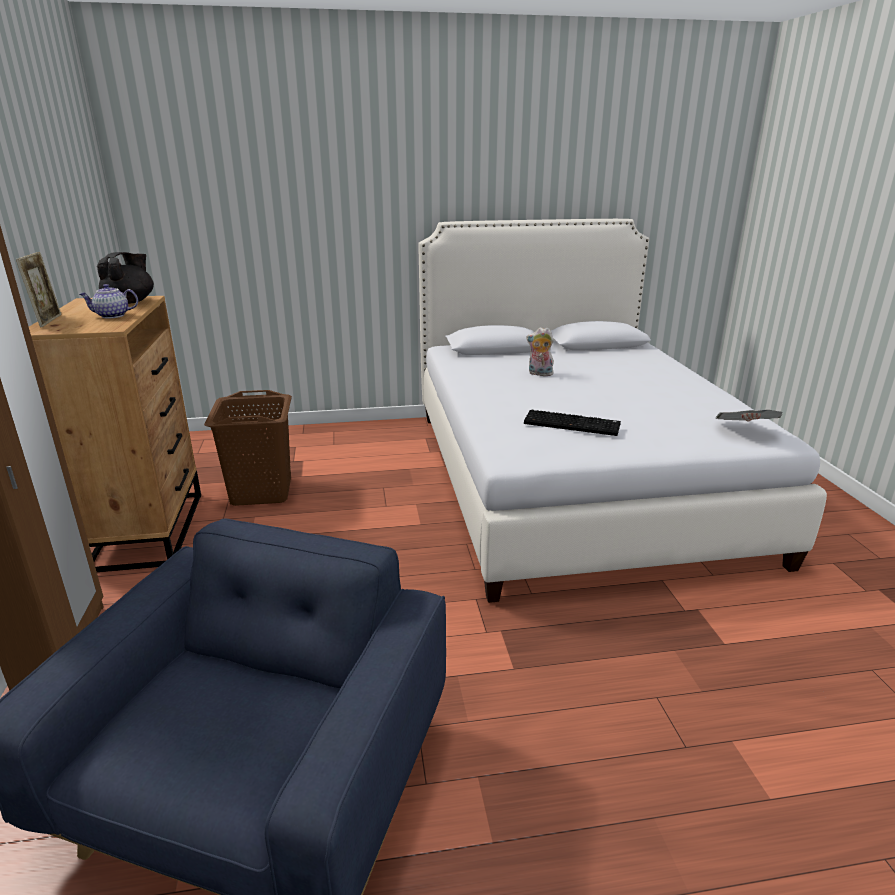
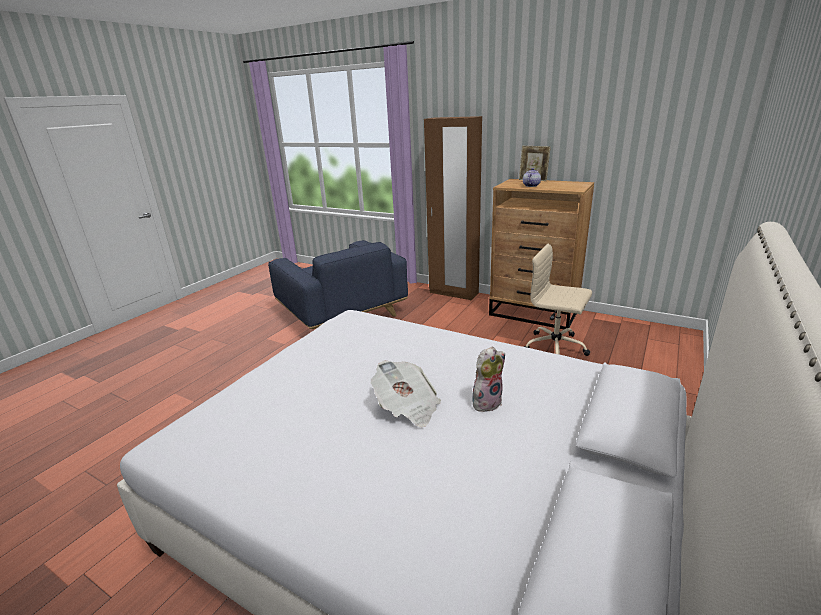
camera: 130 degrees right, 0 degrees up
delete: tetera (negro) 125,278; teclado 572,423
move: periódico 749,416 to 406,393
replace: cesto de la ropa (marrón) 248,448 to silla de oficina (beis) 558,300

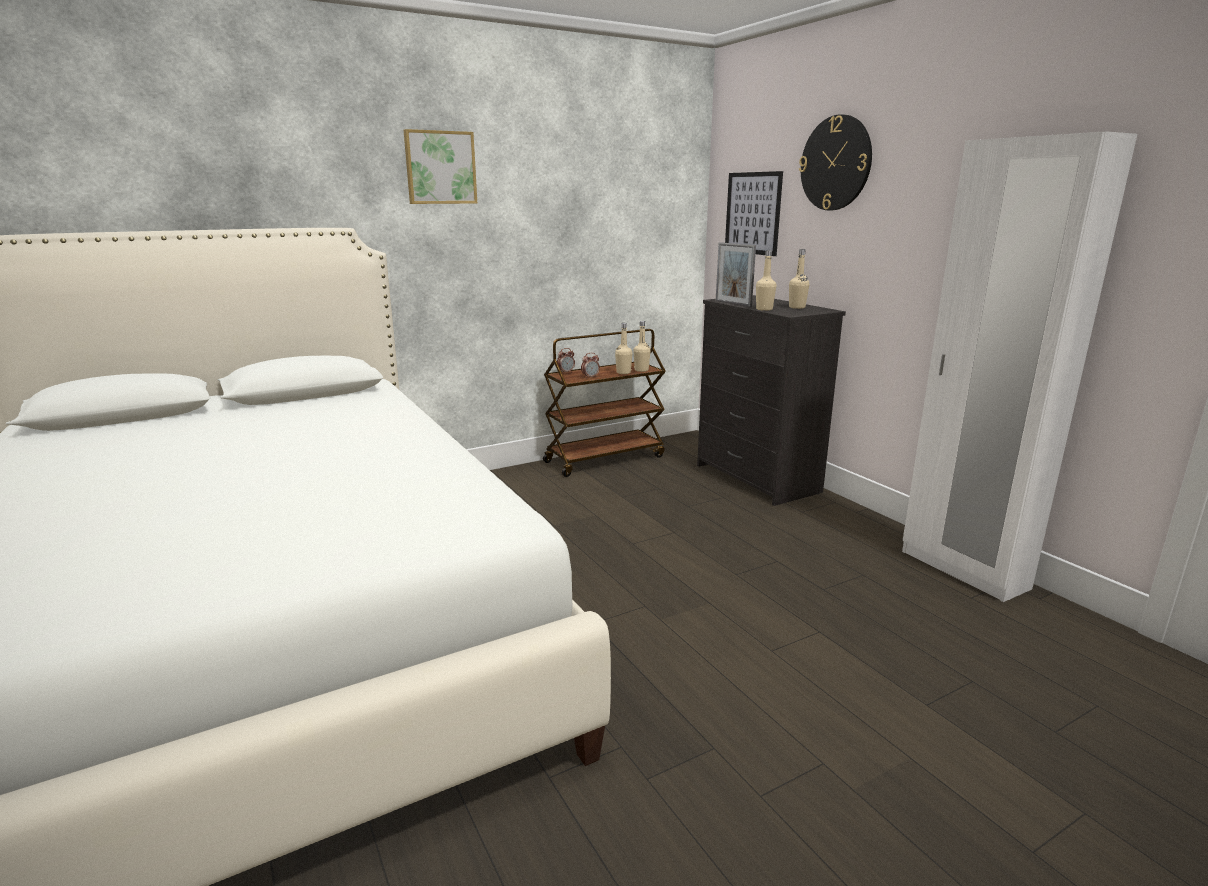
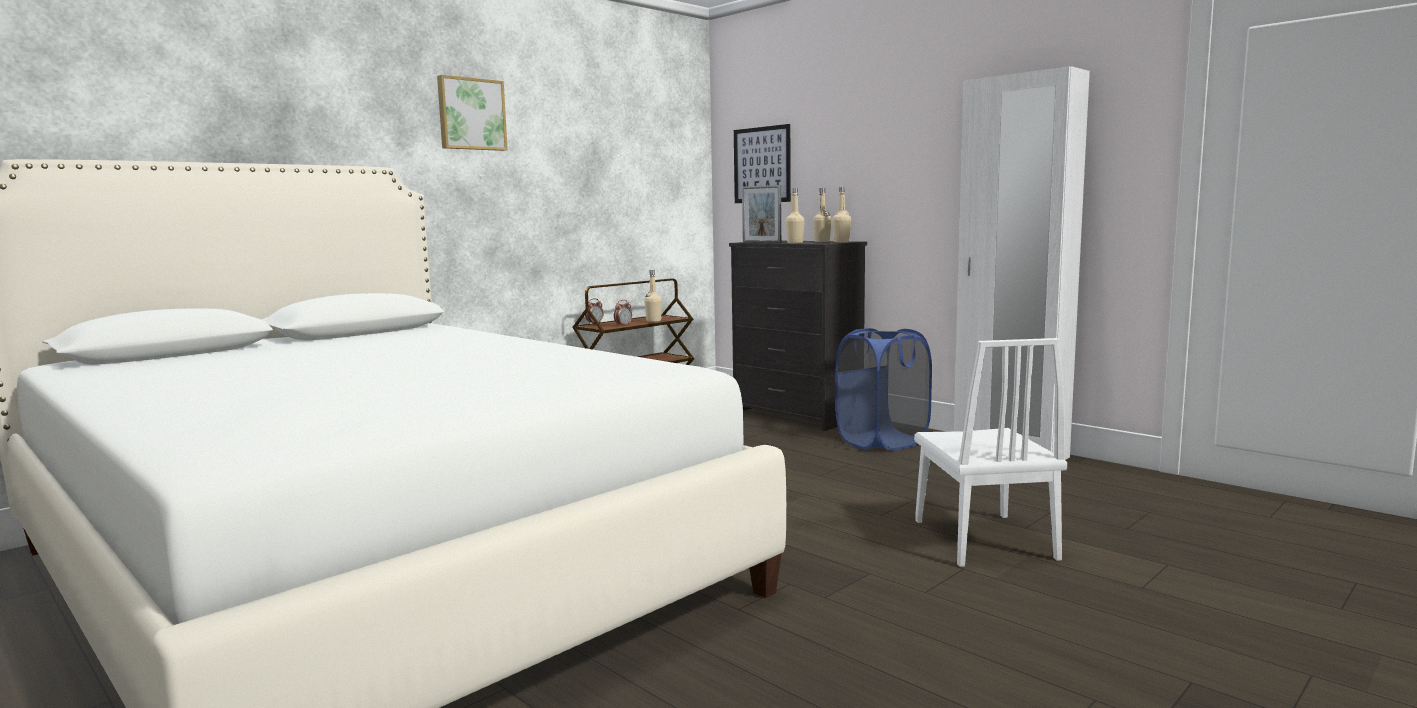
camera: 15 degrees left, 10 degrees down
delete: reloj de pared 835,162
insert: cesto de la ropa (azul) 883,389; silla (blanco) 990,452
move: botella (beis) 642,346 to 841,214

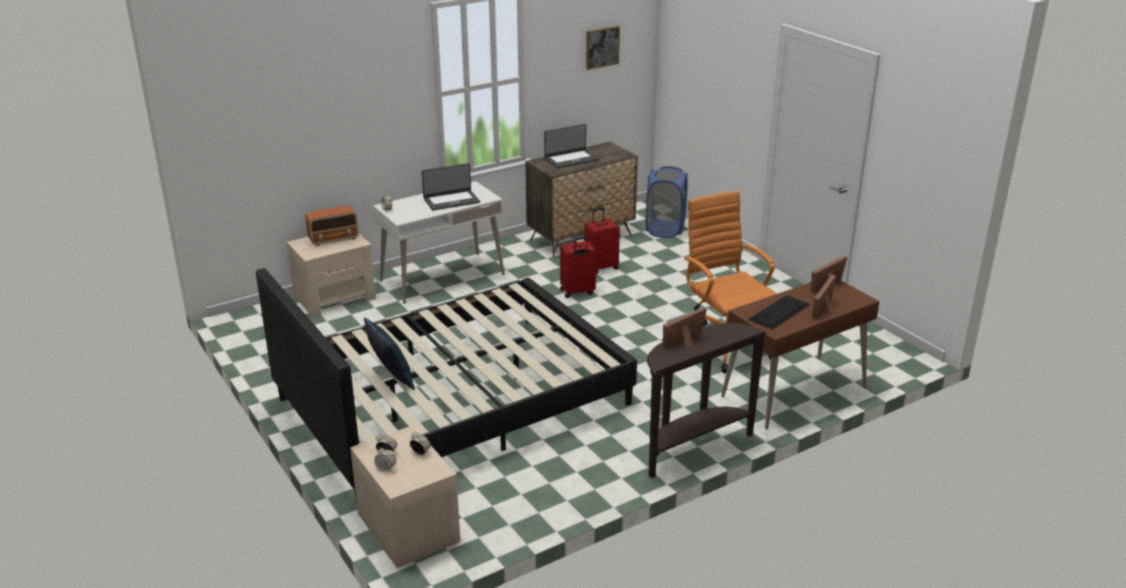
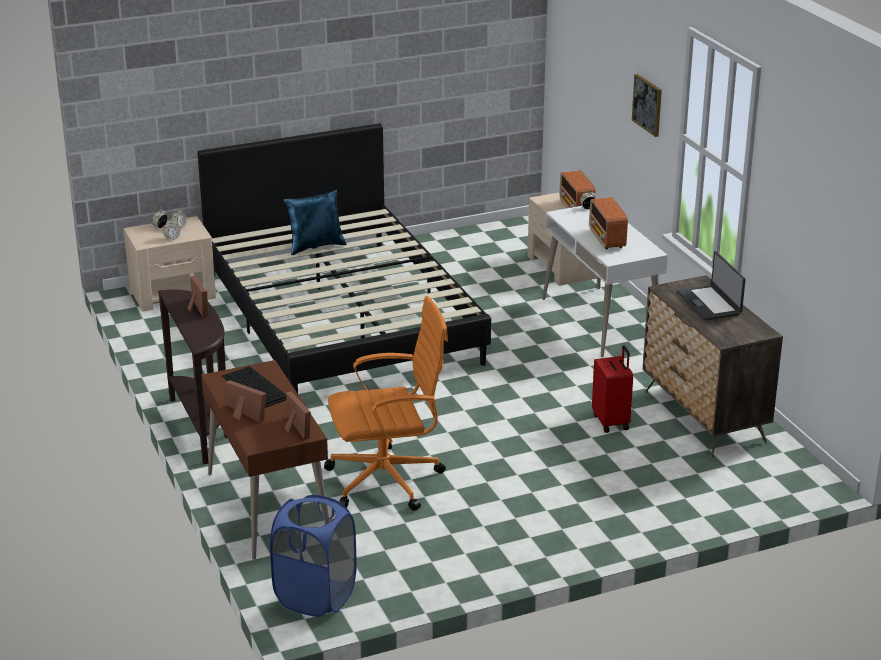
camera: 100 degrees right, 0 degrees up
delete: maleta (rojo) 578,267
move: cesto de la ropa (azul) 667,202 to 313,556; cuadro 603,48 to 647,105
replace: portátil 451,187 to radio 608,223

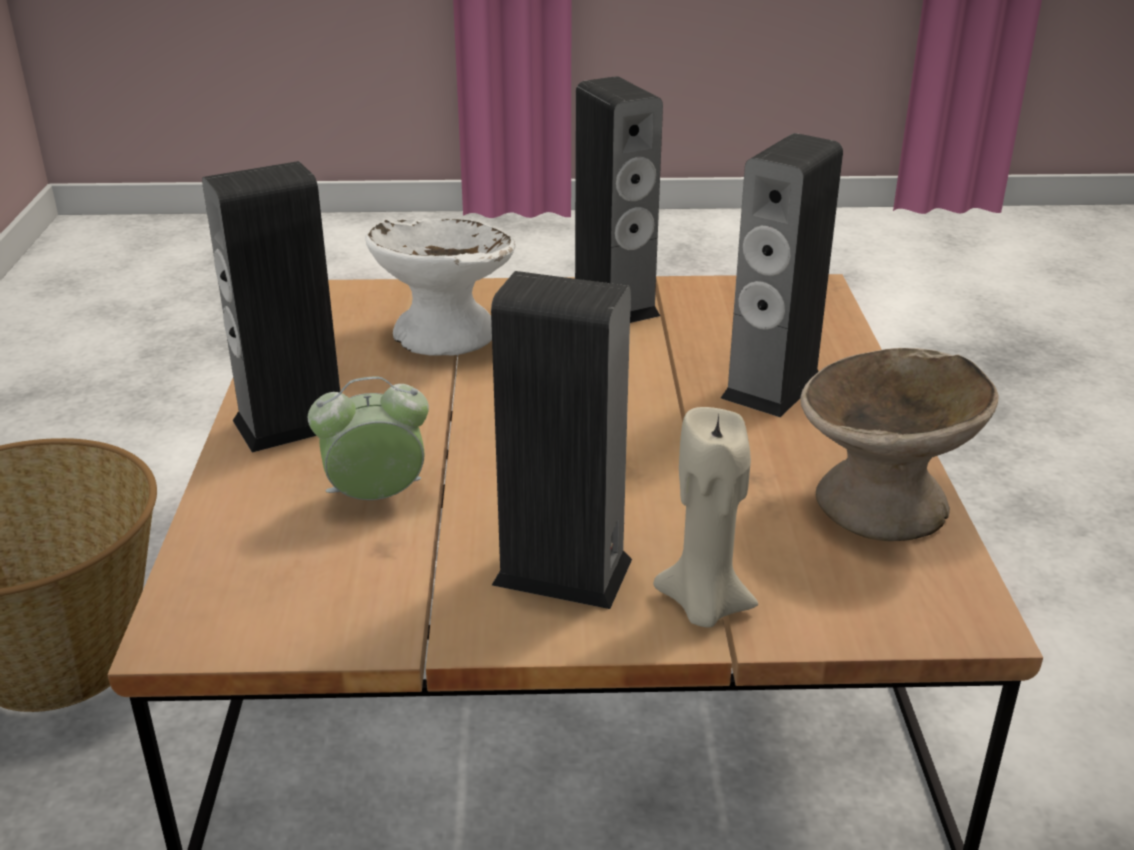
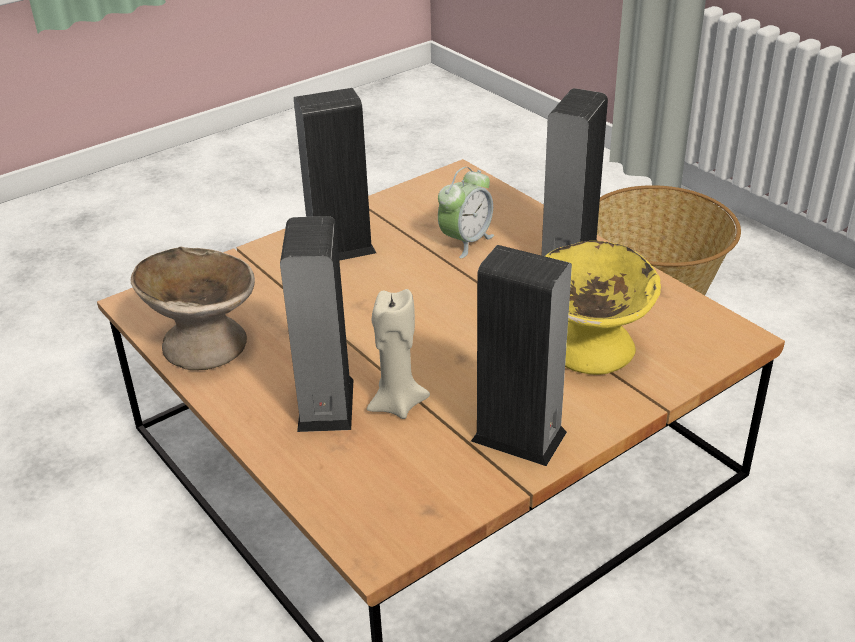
camera: 145 degrees right, 5 degrees up
move: vela (beis) 705,517 to 398,354
recolor: cuenco (blanco) 440,287 to cuenco (amarillo) 603,308

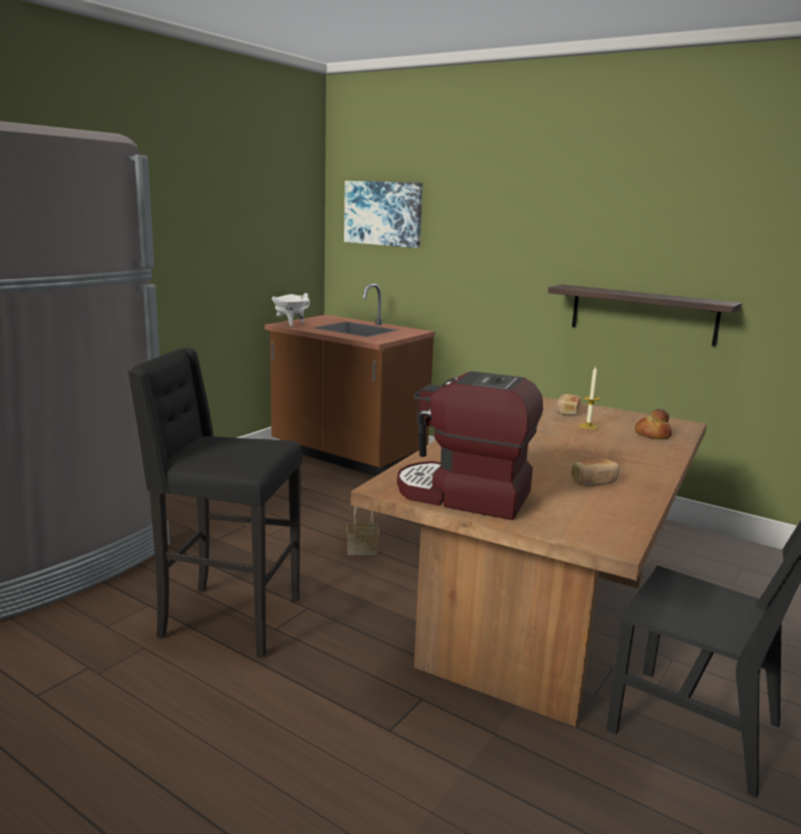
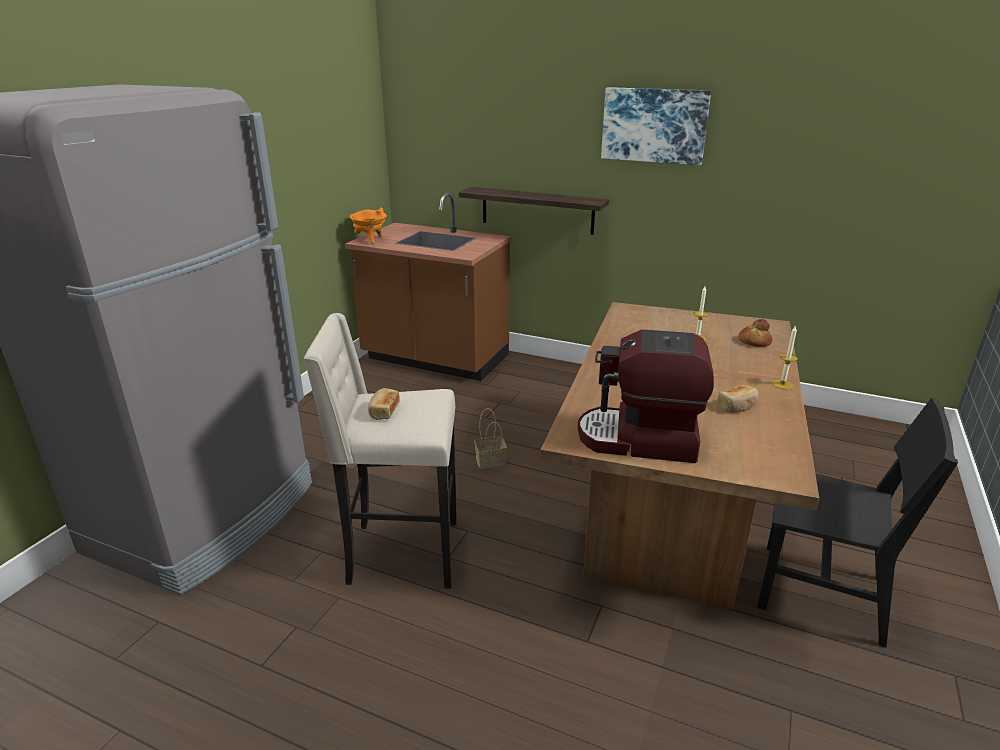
camera: 10 degrees left, 10 degrees up
insert: vela 785,357
move: pan 569,404 to 384,404; estante 645,315 to 534,211; cuadro 383,214 to 656,126
recolor: taburete (negro) 215,502 to taburete (beis) 380,451; olla (blanco) 291,310 to olla (naranja) 368,226

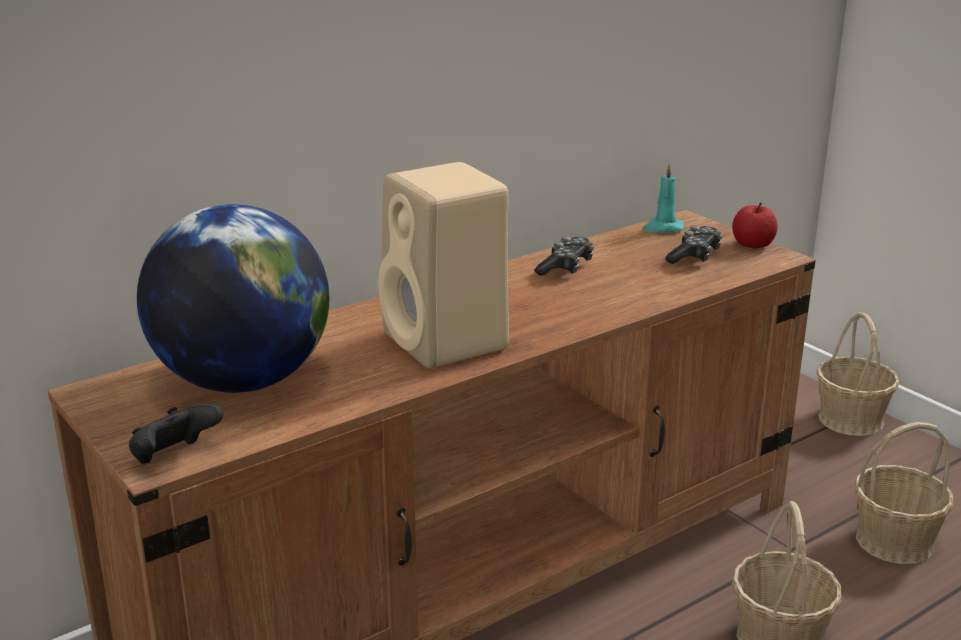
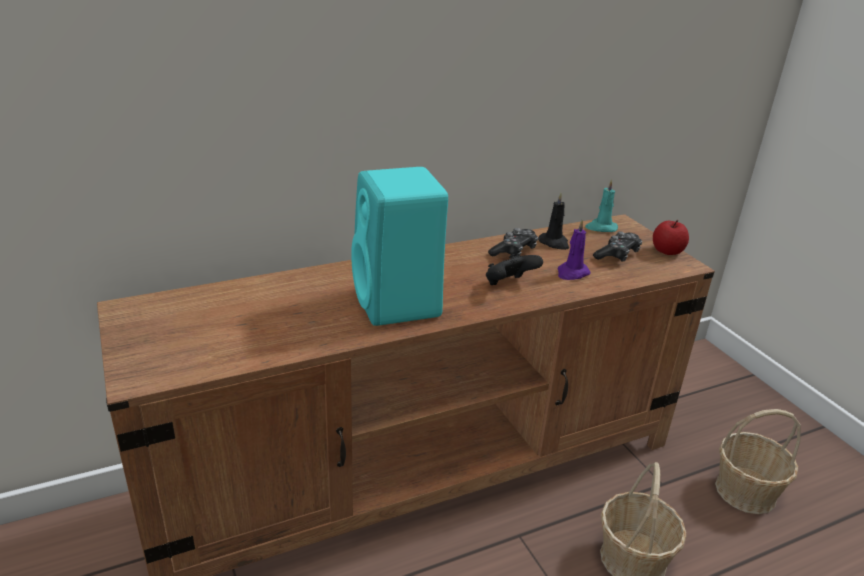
camera: 10 degrees right, 5 degrees up
delete: globo terráqueo 233,298; cesta 857,374
insert: vela (negro) 553,221; vela (morado) 574,250
move: mando de consola (negro) 176,434 to 514,269
recolor: altavoz (beis) 443,265 to altavoz (turquesa) 399,246

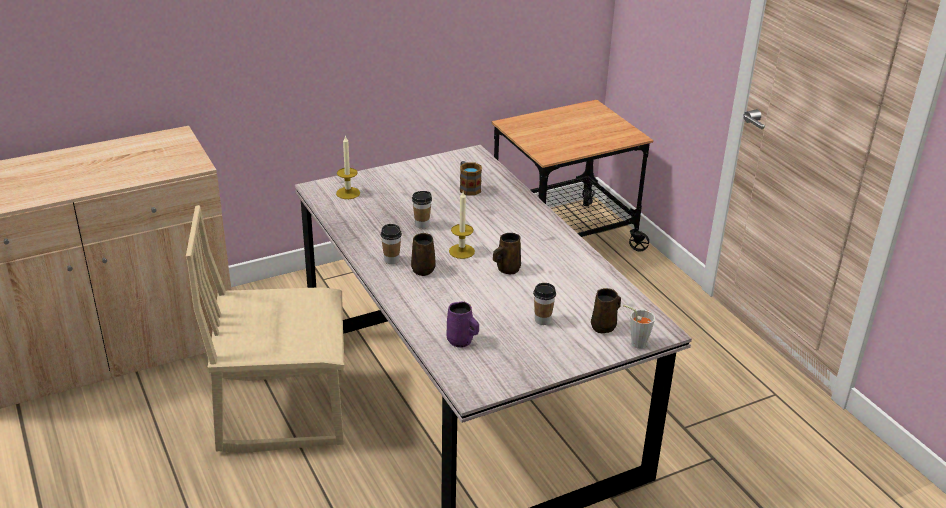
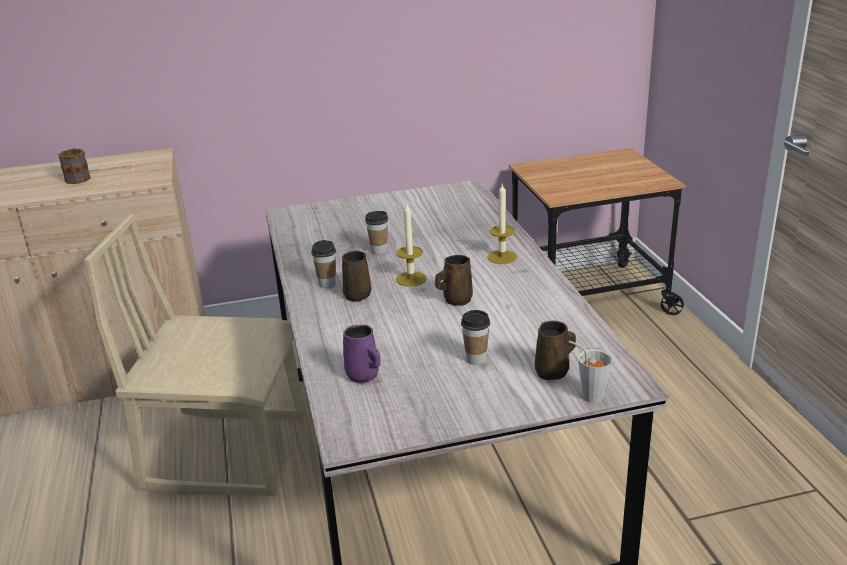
camera: 15 degrees right, 5 degrees down
move: taza grande 471,178 to 74,166; vela 348,167 to 502,224

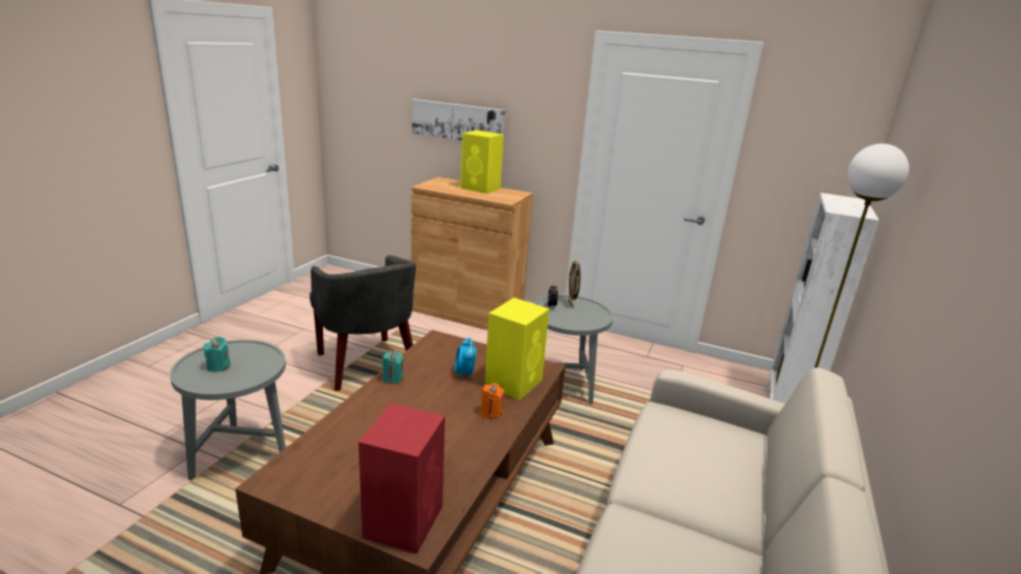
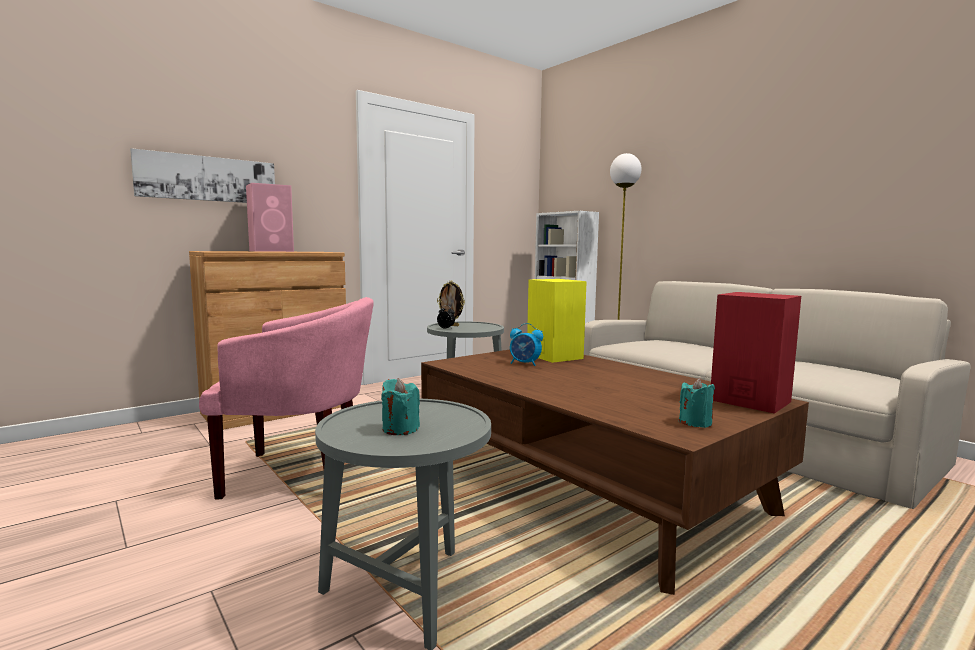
camera: 60 degrees left, 15 degrees down
delete: vela (naranja) 492,400
move: vela (turquesa) 393,367 to 697,403
recolor: sillón (gris) 363,323 to sillón (rosa) 286,398; altavoz (amarillo) 482,162 to altavoz (rosa) 270,217

